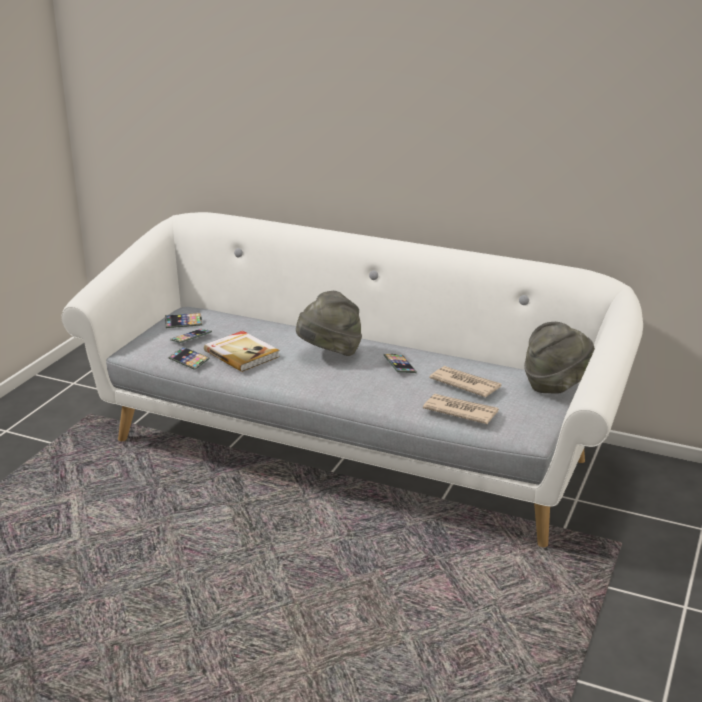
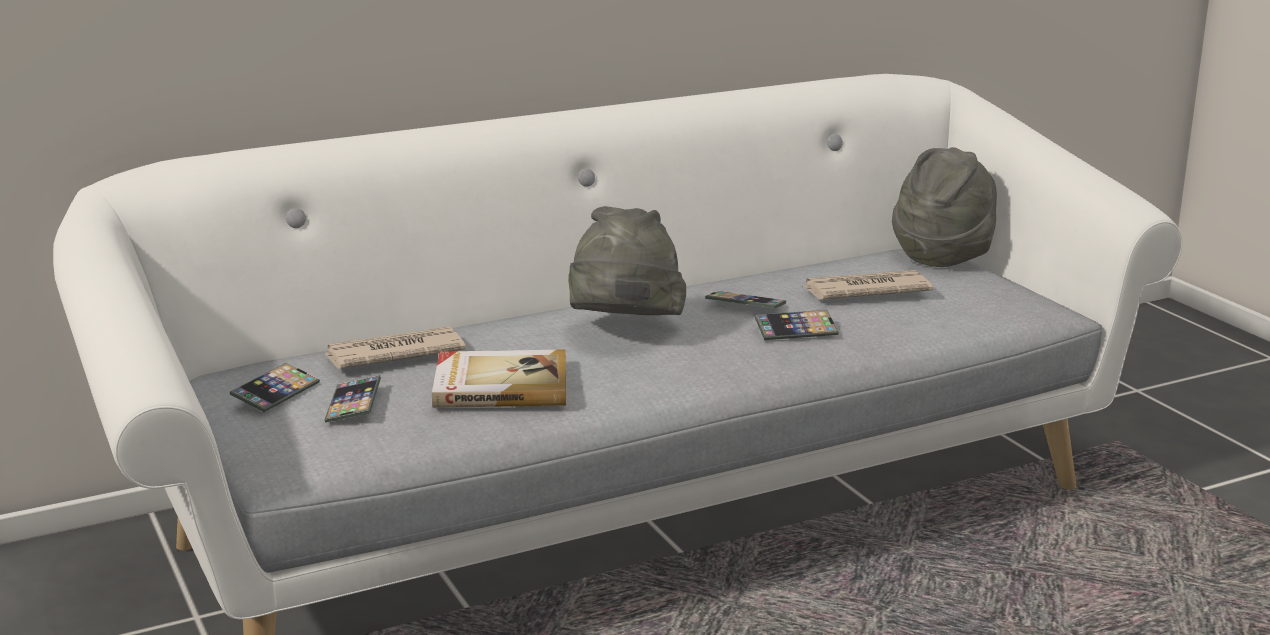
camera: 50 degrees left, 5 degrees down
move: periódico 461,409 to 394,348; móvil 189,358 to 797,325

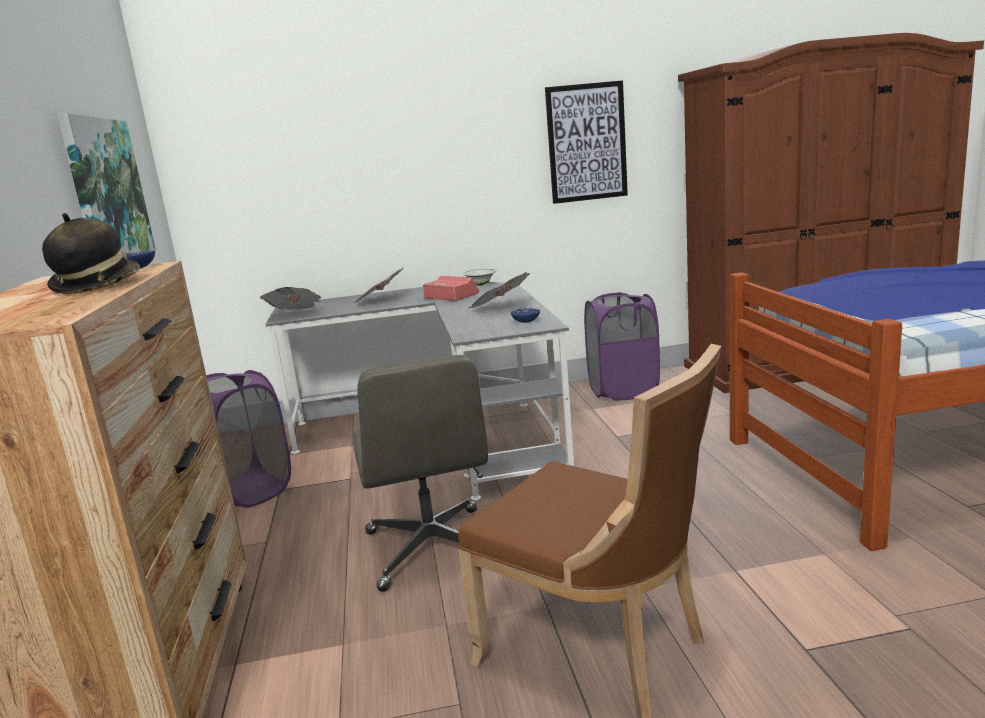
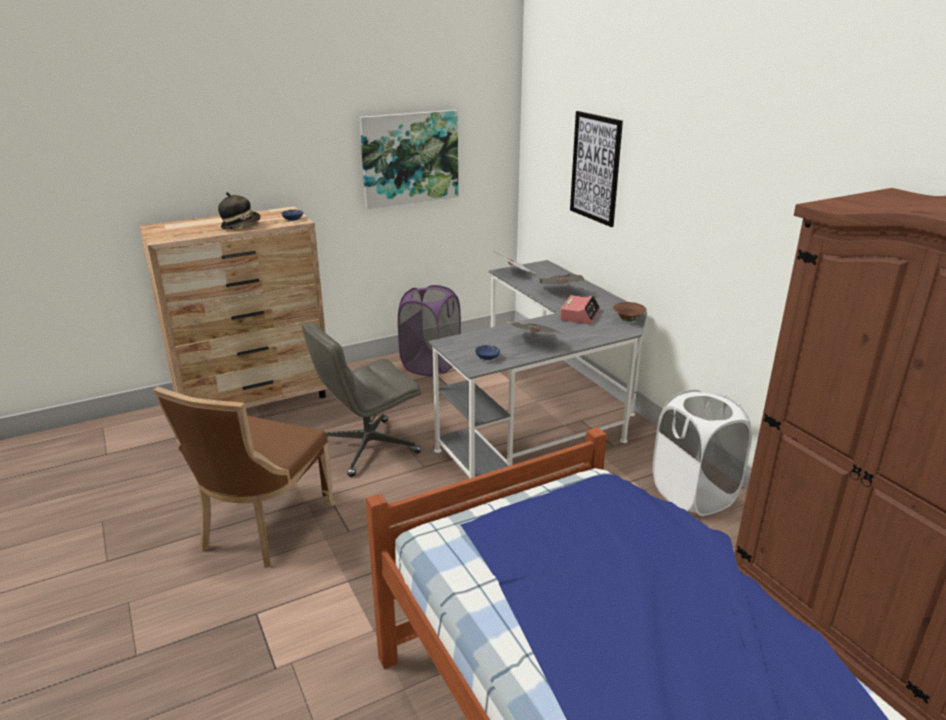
camera: 70 degrees right, 10 degrees up
move: cuadro 586,142 to 596,169
recolor: cuenco (blanco) 479,277 to cuenco (marrón) 629,311; cesto de la ropa (morado) 622,346 to cesto de la ropa (blanco) 702,452

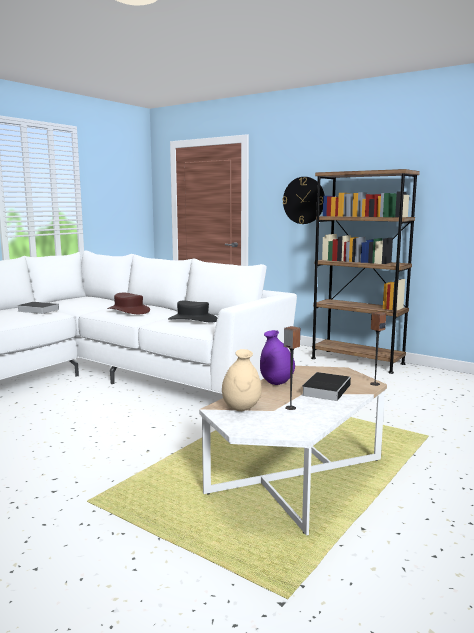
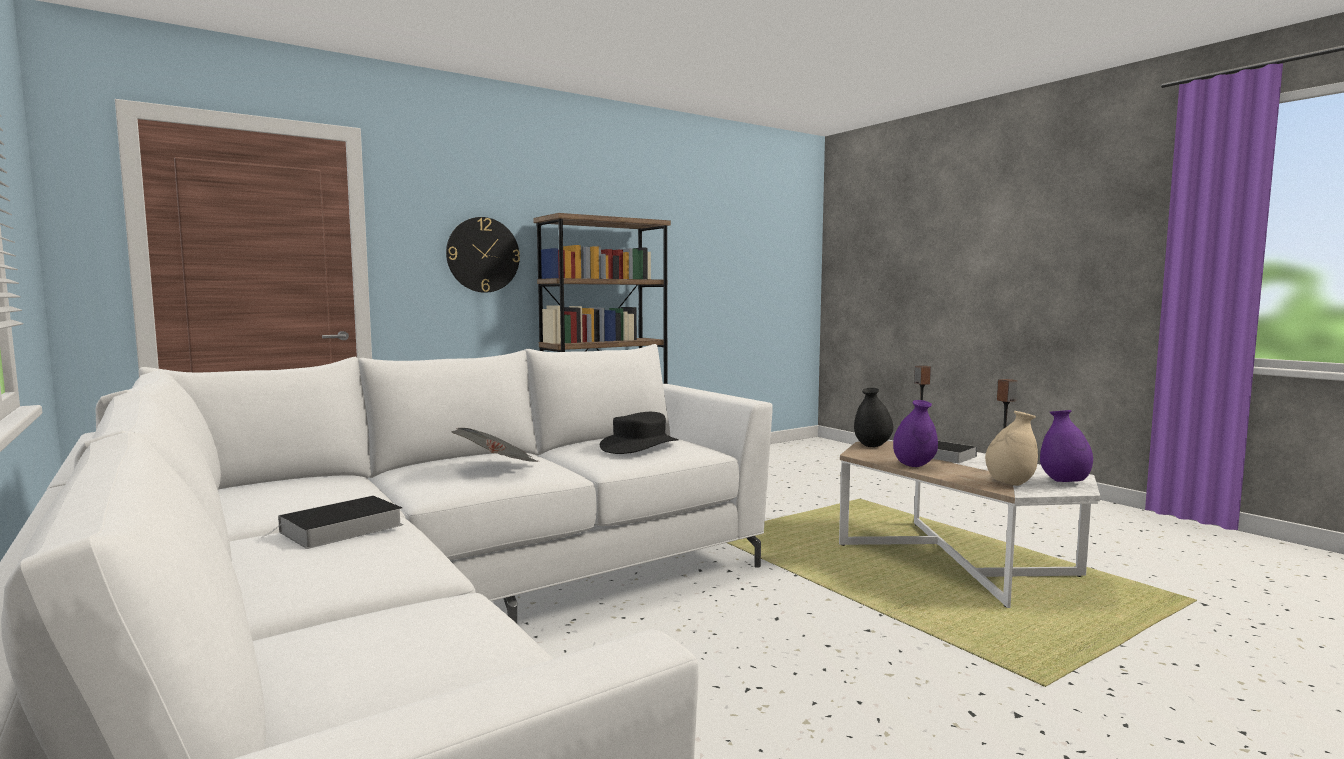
camera: 70 degrees left, 5 degrees down
insert: florero (negro) 873,417; florero (morado) 1066,446
replace: sombrero (marrón) 128,303 to periódico 495,445

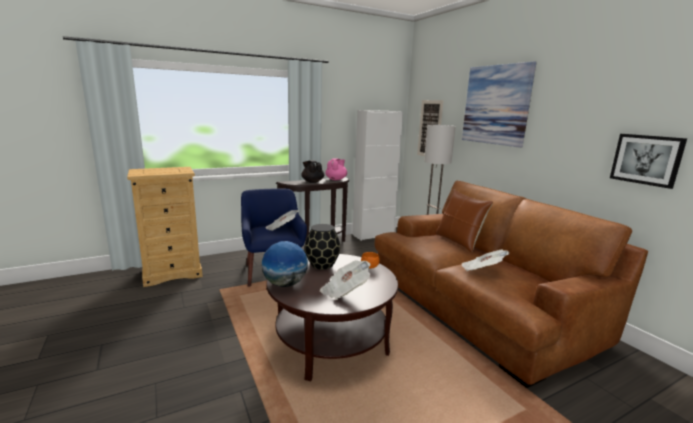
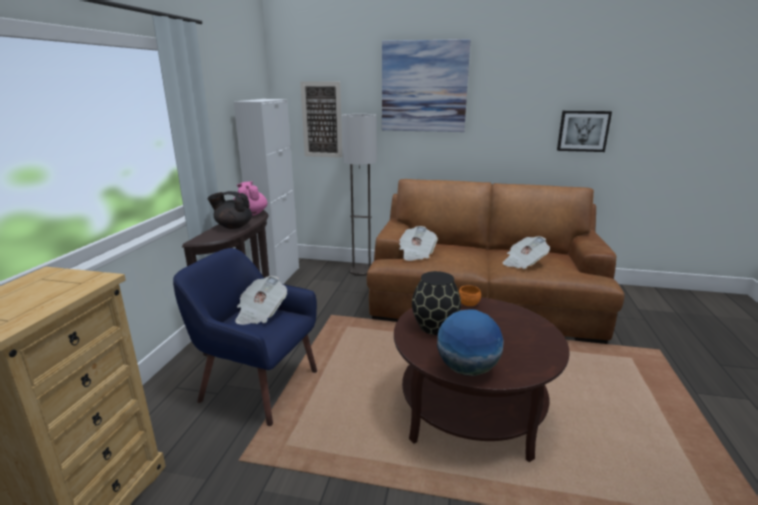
camera: 50 degrees left, 5 degrees up
delete: cojín (marrón) 464,220
move: periódico 345,280 to 418,243

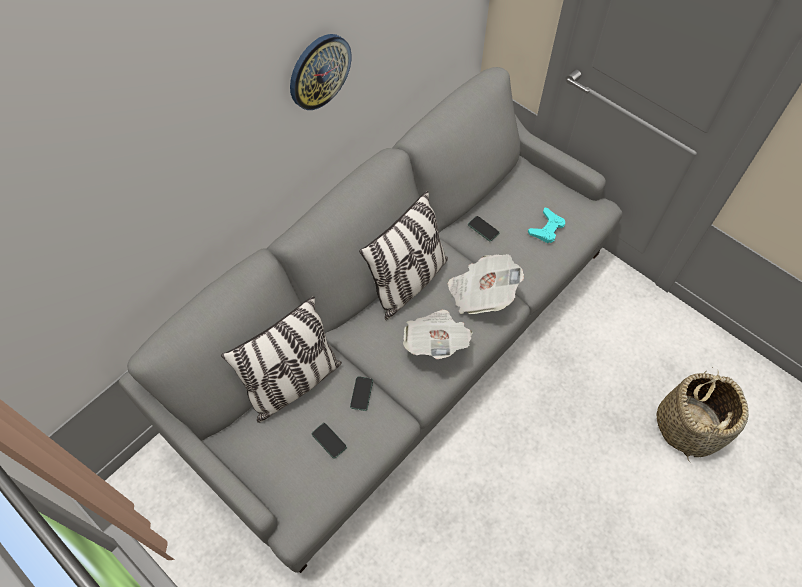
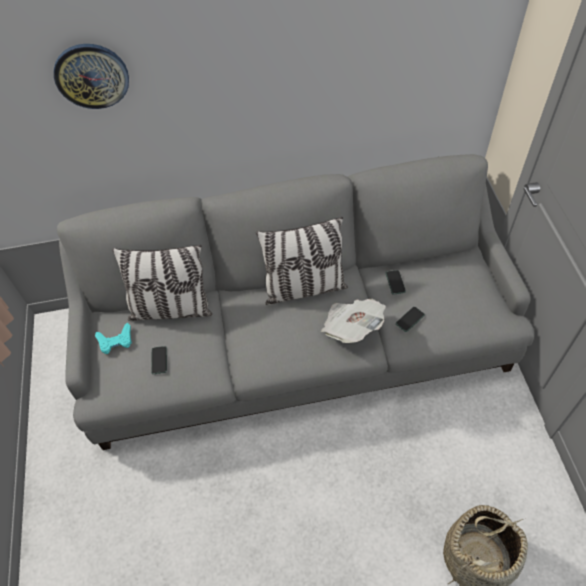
camera: 40 degrees right, 5 degrees down
delete: periódico 437,334
move: reloj de pared 321,72 to 91,76; mando de consola (turquesa) 546,225 to 113,338; móvil 361,393 to 410,319

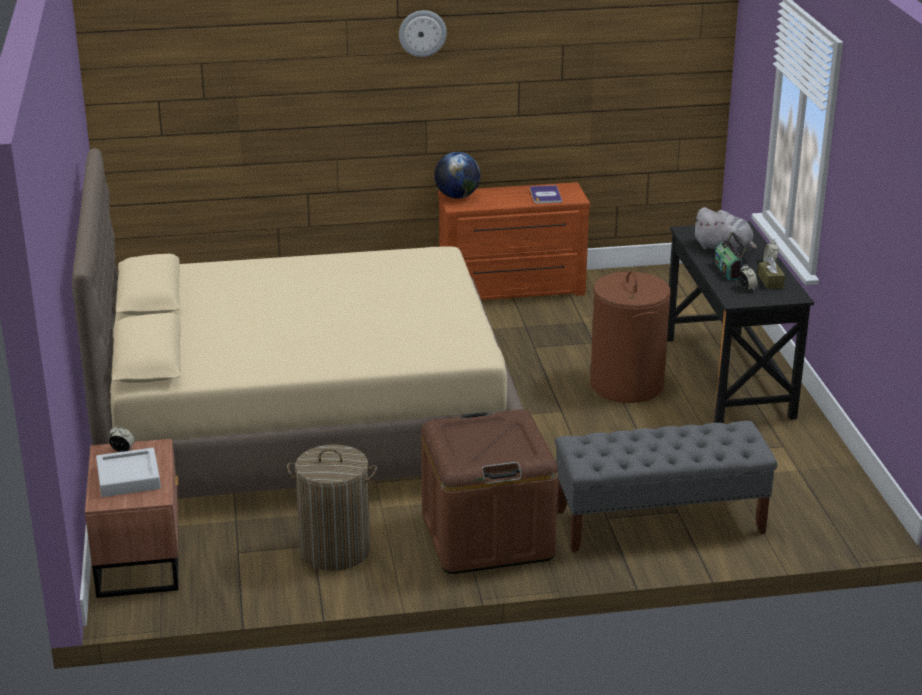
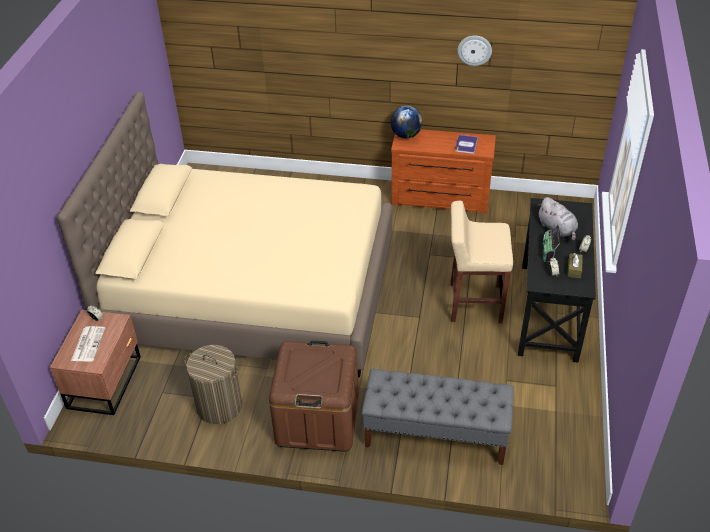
camera: 20 degrees right, 15 degrees up
move: reloj de pared 423,33 to 474,50
replace: bandeja (gris) 128,472 to periódico 88,344; cesto de la ropa (marrón) 630,337 to taburete (beis) 481,262

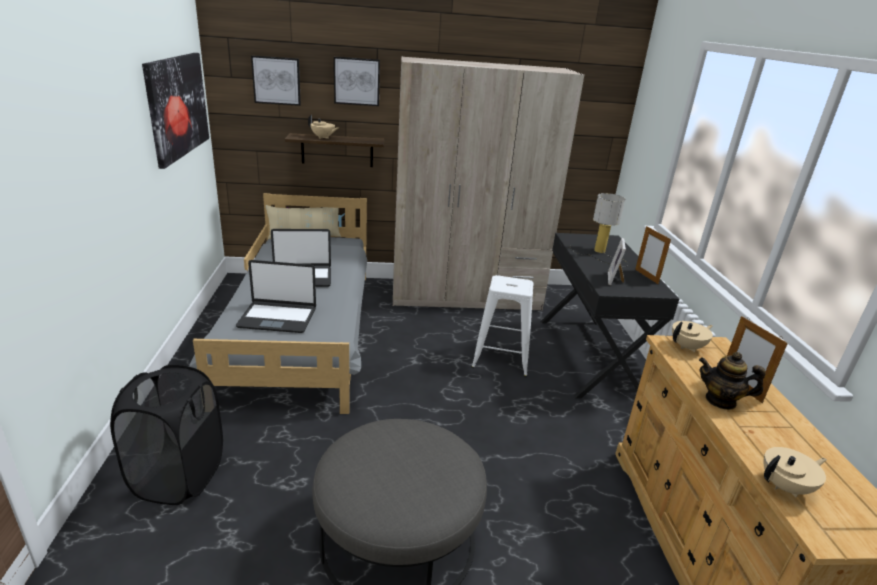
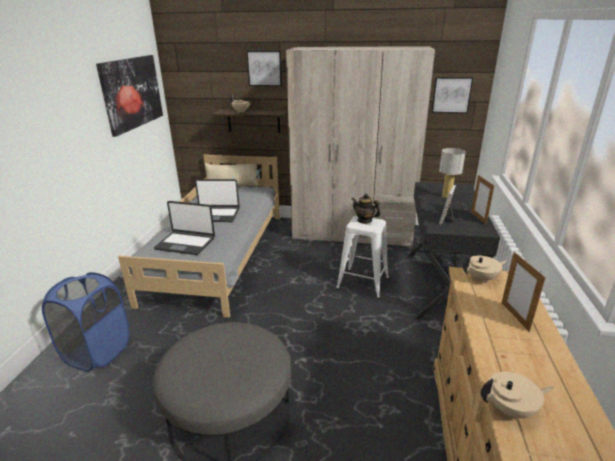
camera: 15 degrees right, 0 degrees up
move: tetera 732,381 to 366,208; cuadro 276,80 to 452,95
recolor: cesto de la ropa (negro) 166,435 to cesto de la ropa (azul) 85,322

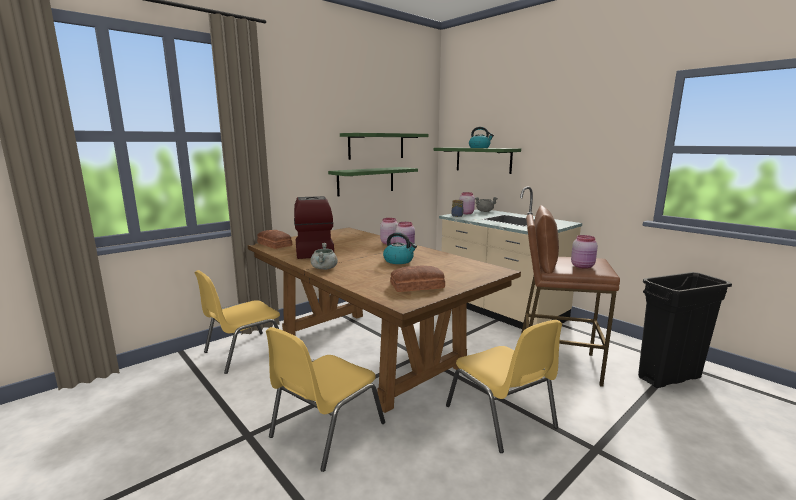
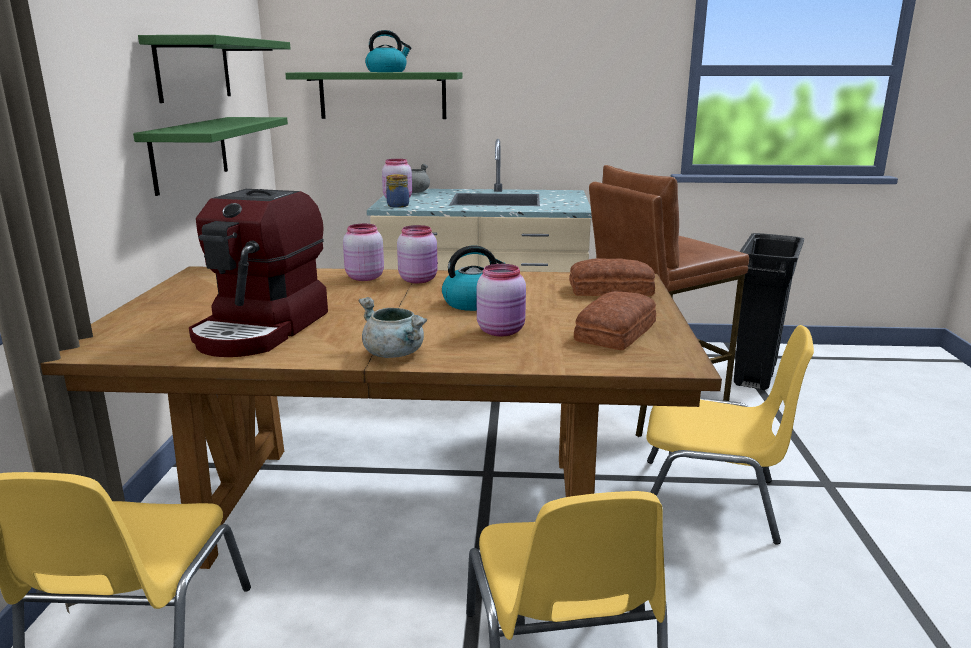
camera: 45 degrees left, 5 degrees up
move: tarro (rosa) 584,252 to 501,300; pan 274,239 to 612,277
rotate: cafetera 314,227 = 258,273 105 degrees counterclockwise

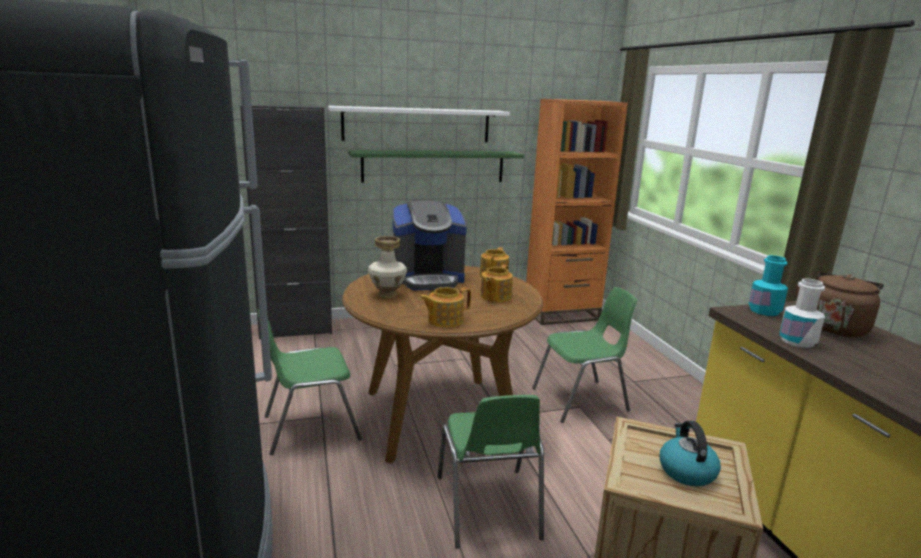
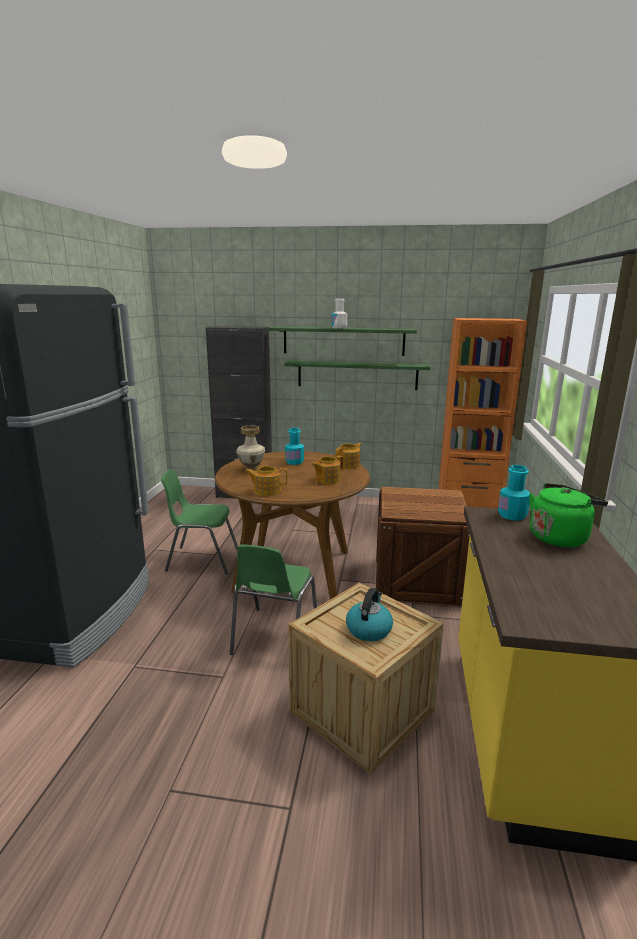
camera: 25 degrees right, 0 degrees up
move: botella (blanco) 802,313 to 339,313
replace: cafetera 430,245 to botella (turquesa) 294,446; silla (verde) 584,355 to caja de embalaje 423,547
recolor: estante (blanco) 419,124 to estante (verde) 343,341; hervidor (marrón) 840,304 to hervidor (verde) 568,515

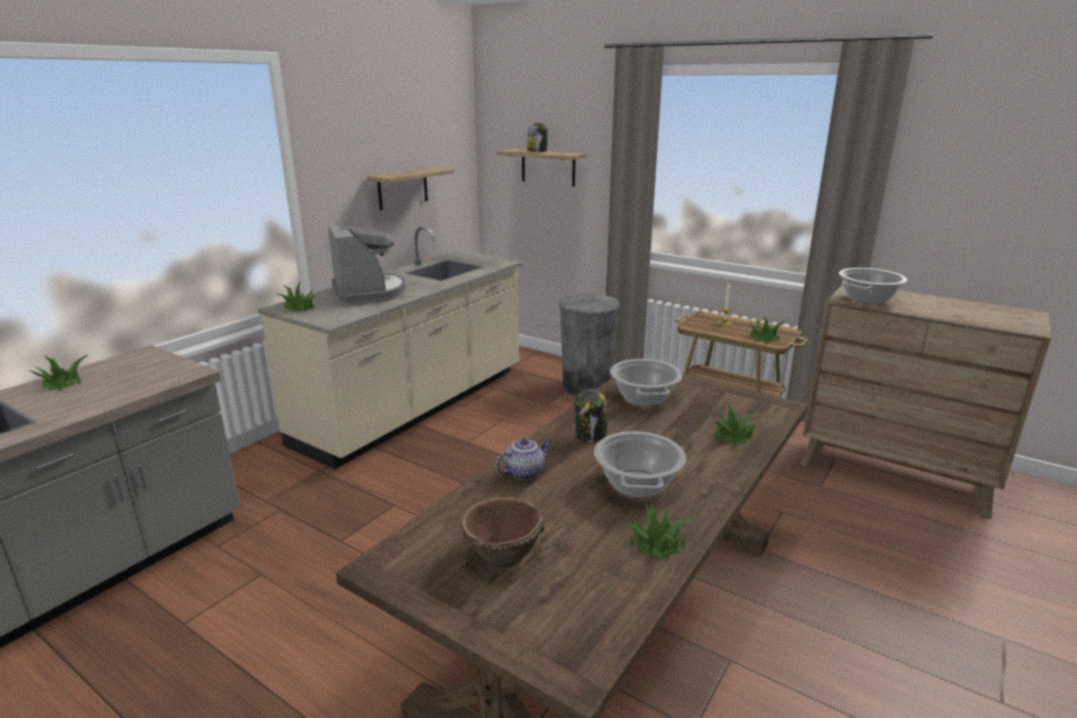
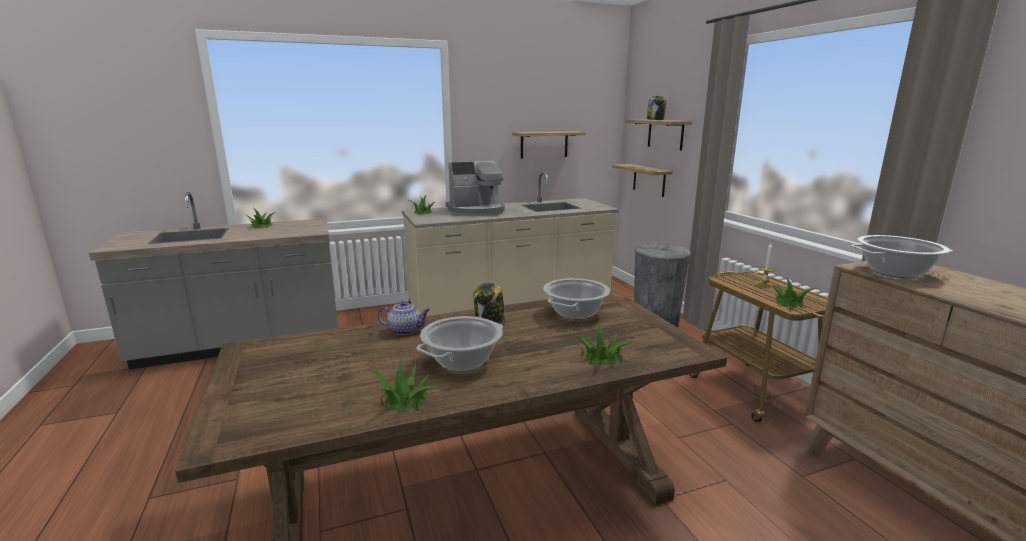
camera: 35 degrees right, 5 degrees down
delete: cuenco (marrón) 502,532
insert: estante 642,180
rotate: cafetera 367,265 = 475,188 60 degrees clockwise

